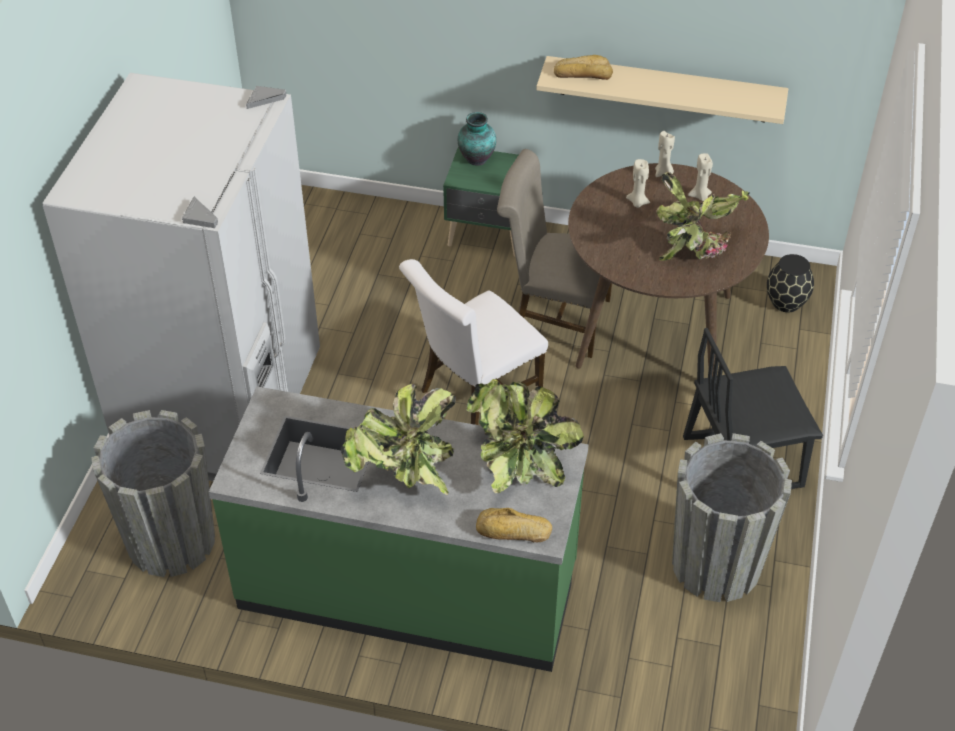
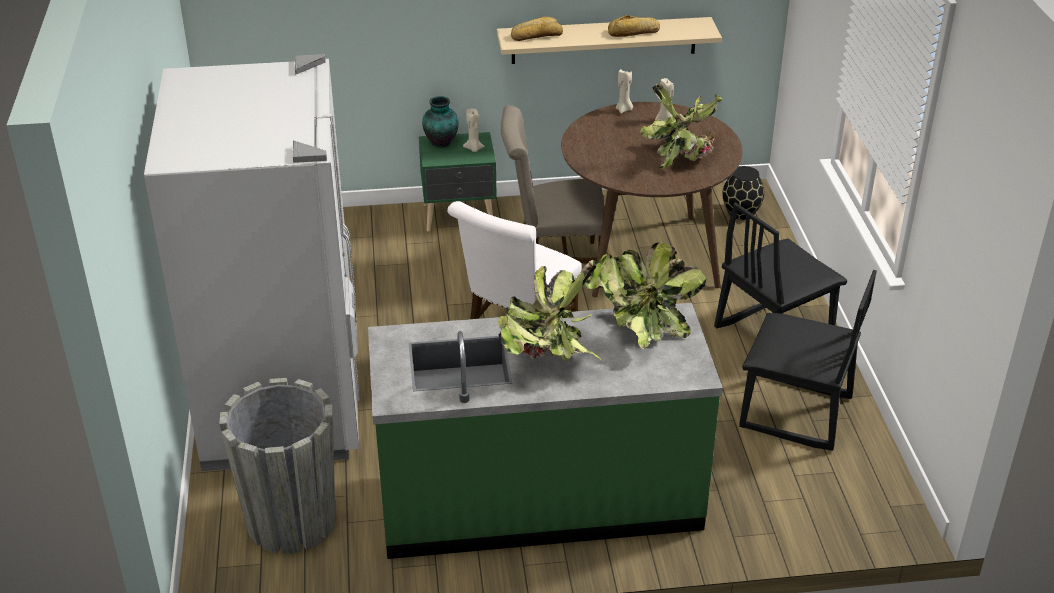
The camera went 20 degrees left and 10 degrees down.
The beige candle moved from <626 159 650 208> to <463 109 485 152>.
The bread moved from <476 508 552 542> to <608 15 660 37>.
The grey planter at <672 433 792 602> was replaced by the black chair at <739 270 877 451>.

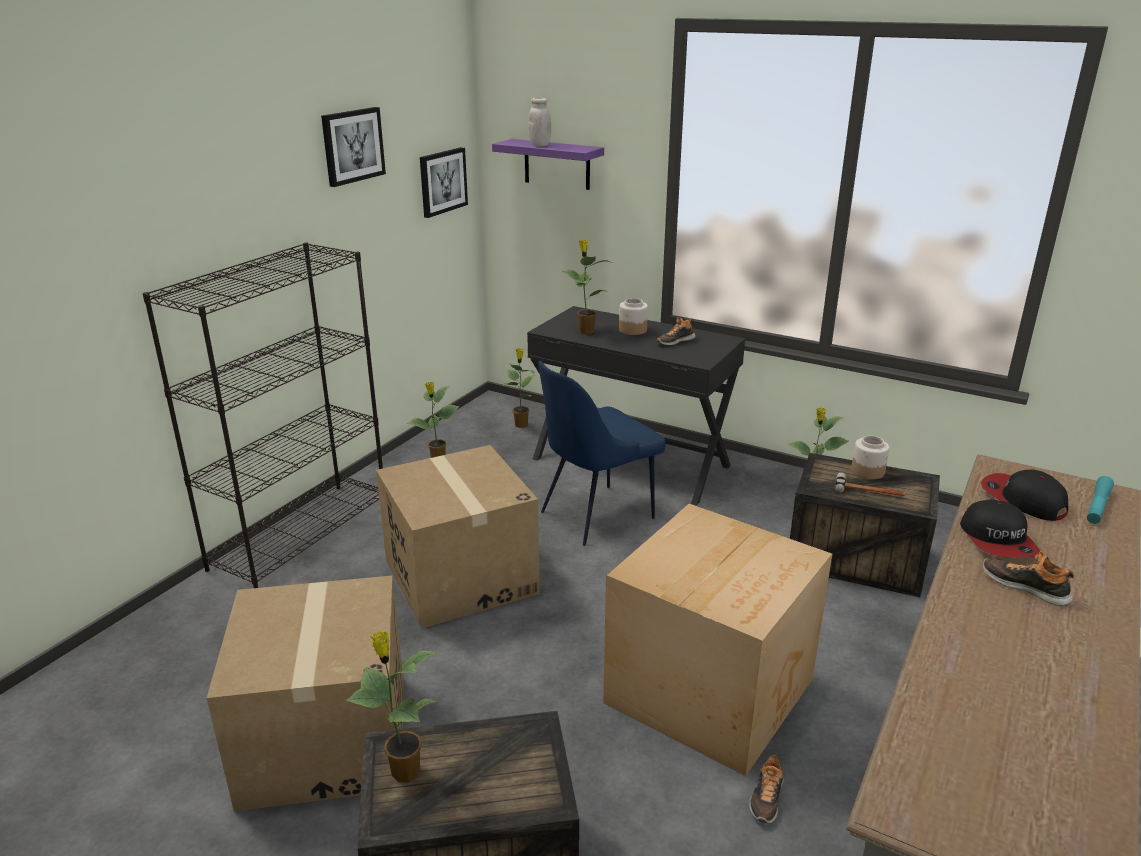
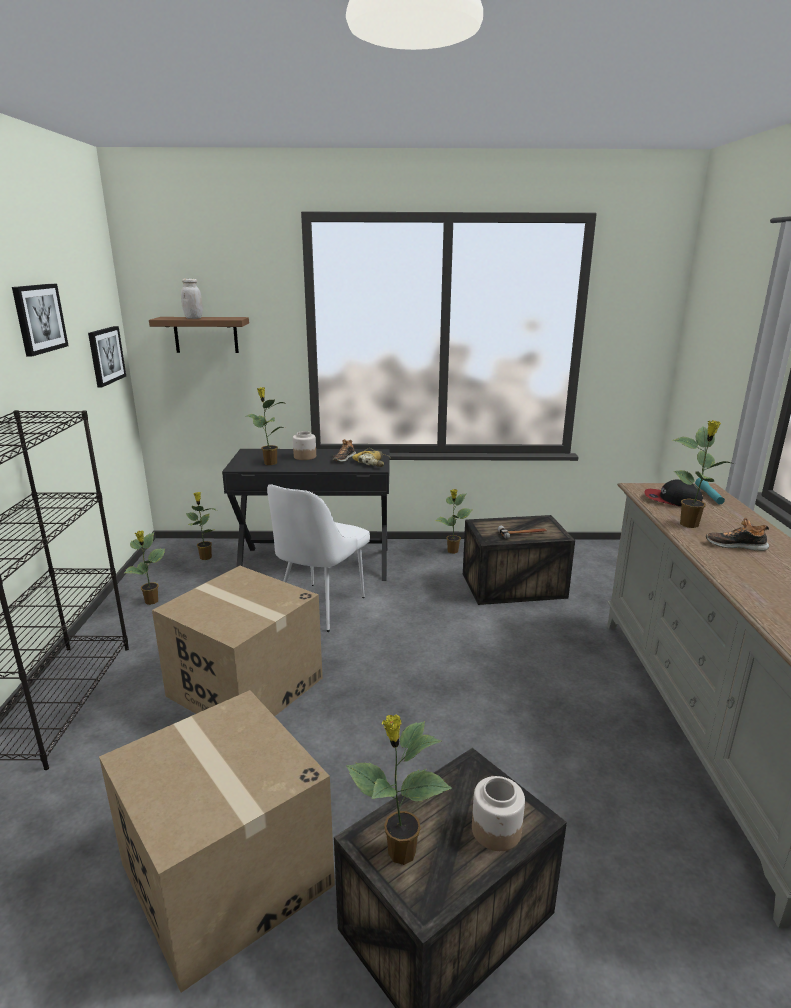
The camera went 30 degrees left and 5 degrees down.
The purple shelf at <492 139 604 190> became the brown shelf at <149 317 249 353>.
The blue chair at <538 361 666 546> became the white chair at <267 484 370 632>.
The power drill at <352 448 391 467> appeared.
The jar moved from <851 436 889 479> to <472 776 525 851>.
The cap at <960 500 1040 557> was replaced by the potted plant at <673 420 735 528>.
The cardboard box at <603 504 832 776> disappeared.
The shoe at <749 754 784 823> disappeared.

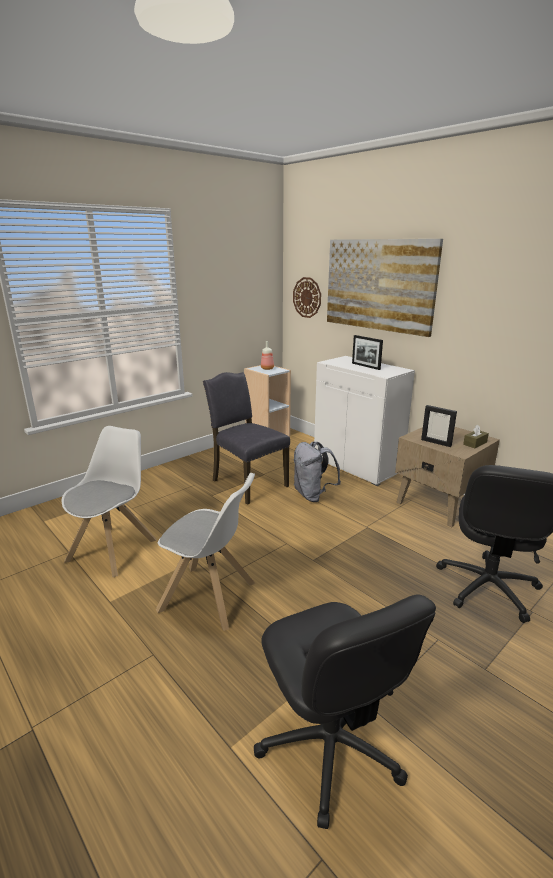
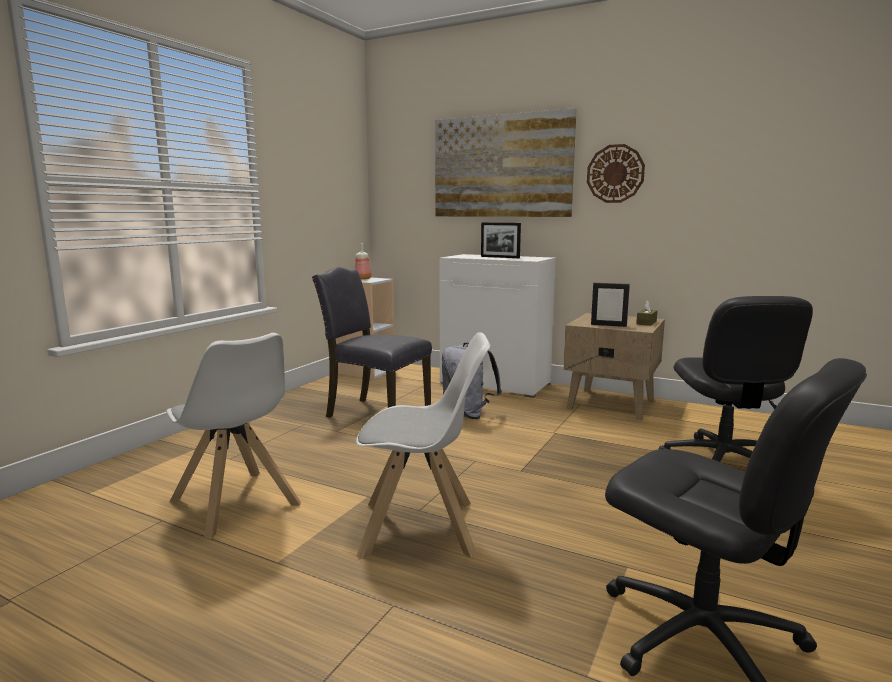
The camera went 20 degrees left and 10 degrees down.
The chair at <62 426 156 577> turned 135 degrees clockwise.
The wall clock moved from <293 277 321 318> to <587 144 645 203>.

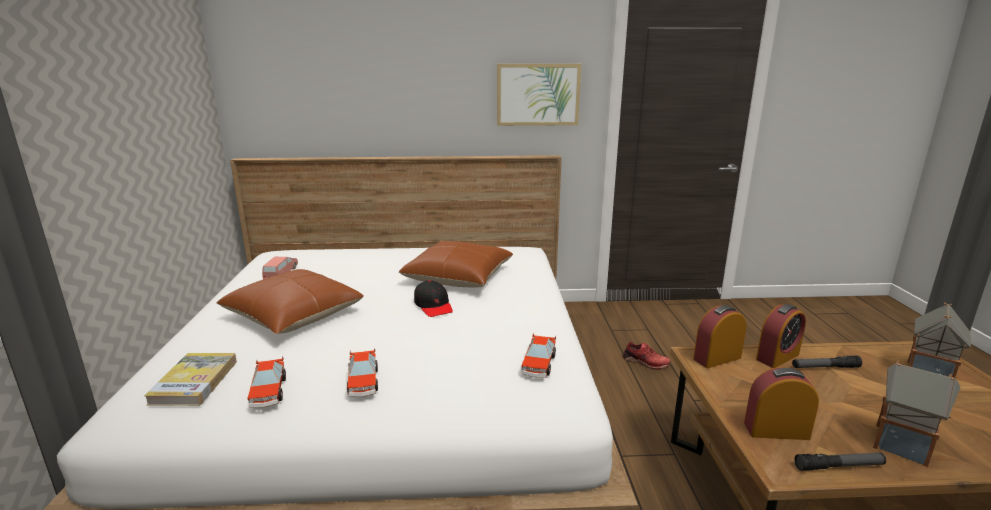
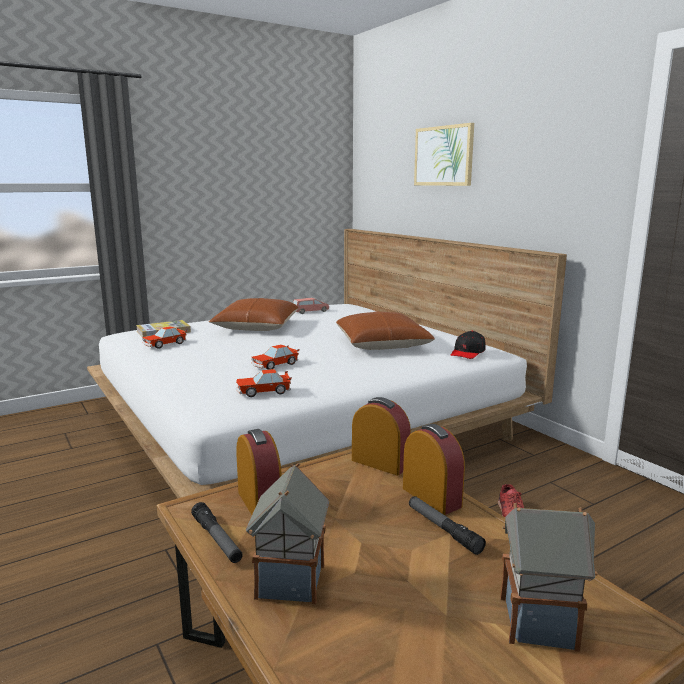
The camera went 60 degrees right and 5 degrees down.
The toy car moved from <347 348 378 397> to <251 344 299 370>.
The alarm clock at <756 304 806 368> turned 150 degrees counterclockwise.
The picture moved from <497 64 581 126> to <414 123 474 186>.
The black cap moved from <414 280 453 317> to <451 331 486 359>.

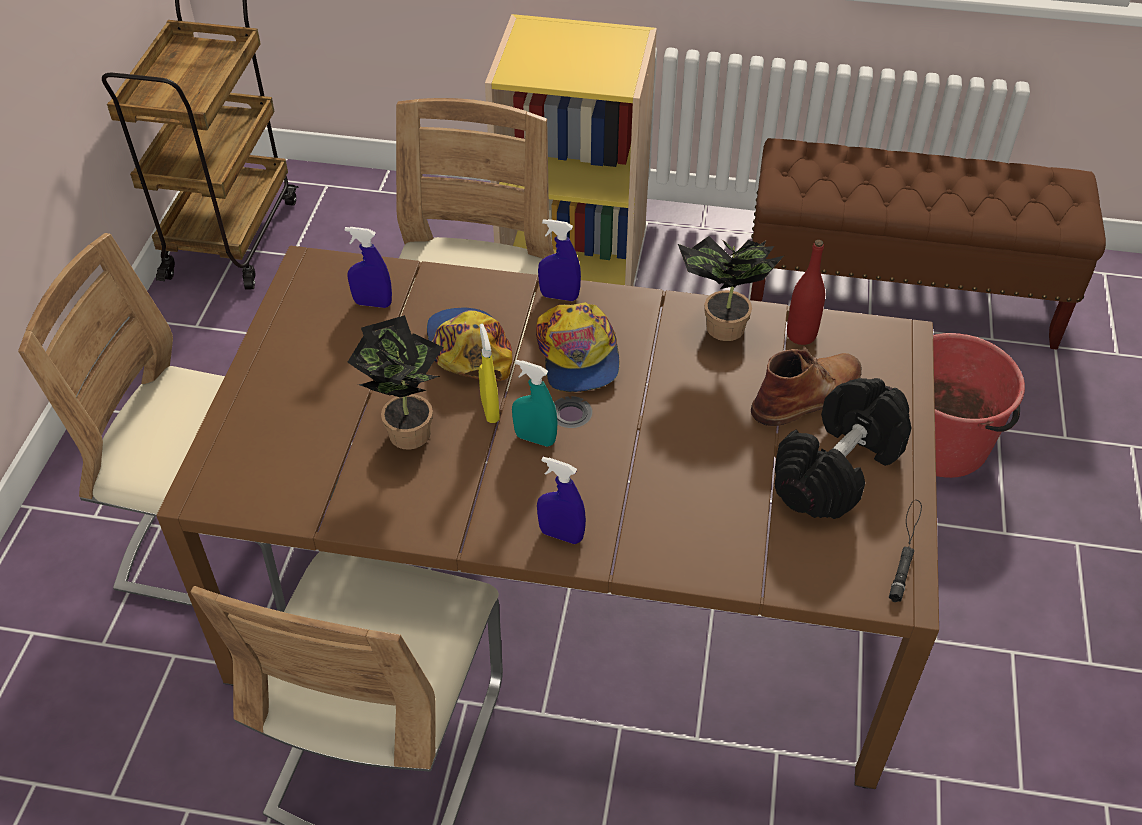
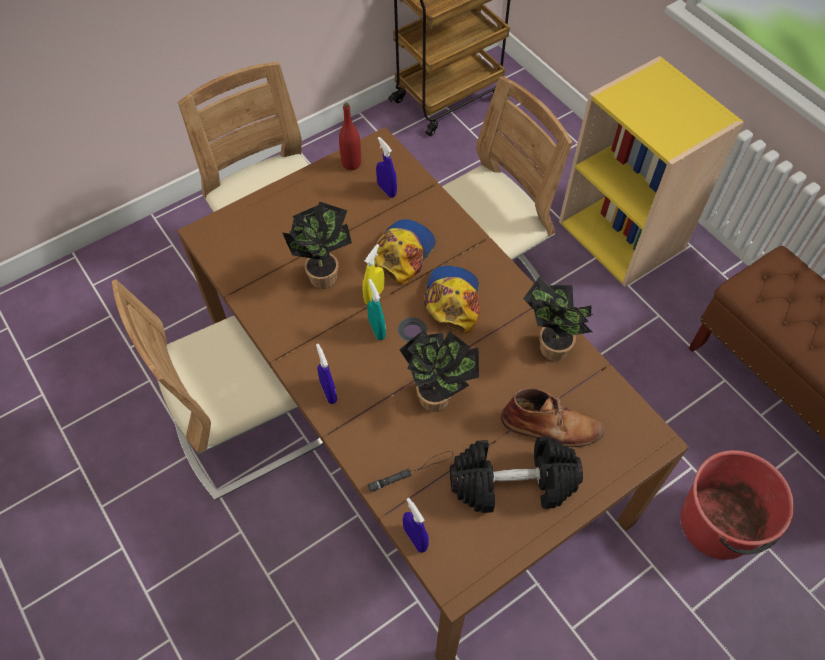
The camera went 45 degrees right and 10 degrees up.
The red bottle moved from <787 240 825 345> to <339 103 361 170>.
The black flashlight moved from <889 500 922 602> to <368 451 453 492>.
The potted plant at <399 330 479 412> appeared.
The blue spray bottle moved from <538 219 581 301> to <403 498 429 553>.
The cap at <536 302 619 392> turned 150 degrees clockwise.

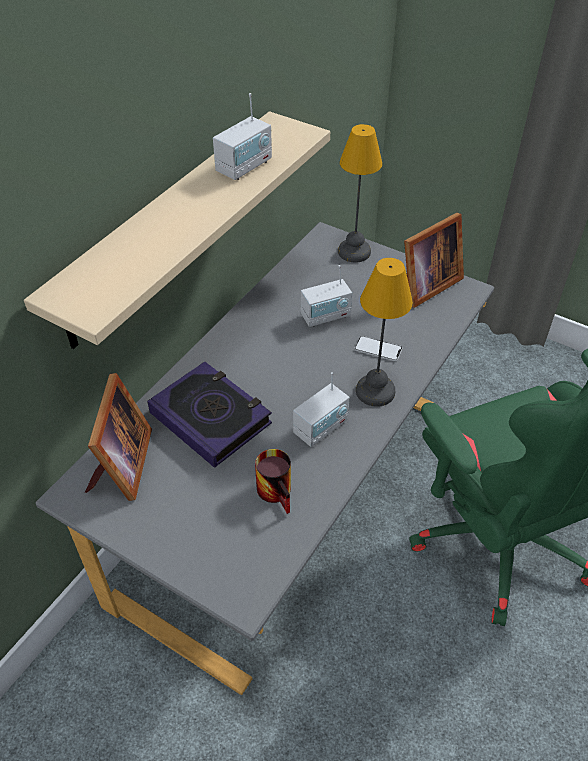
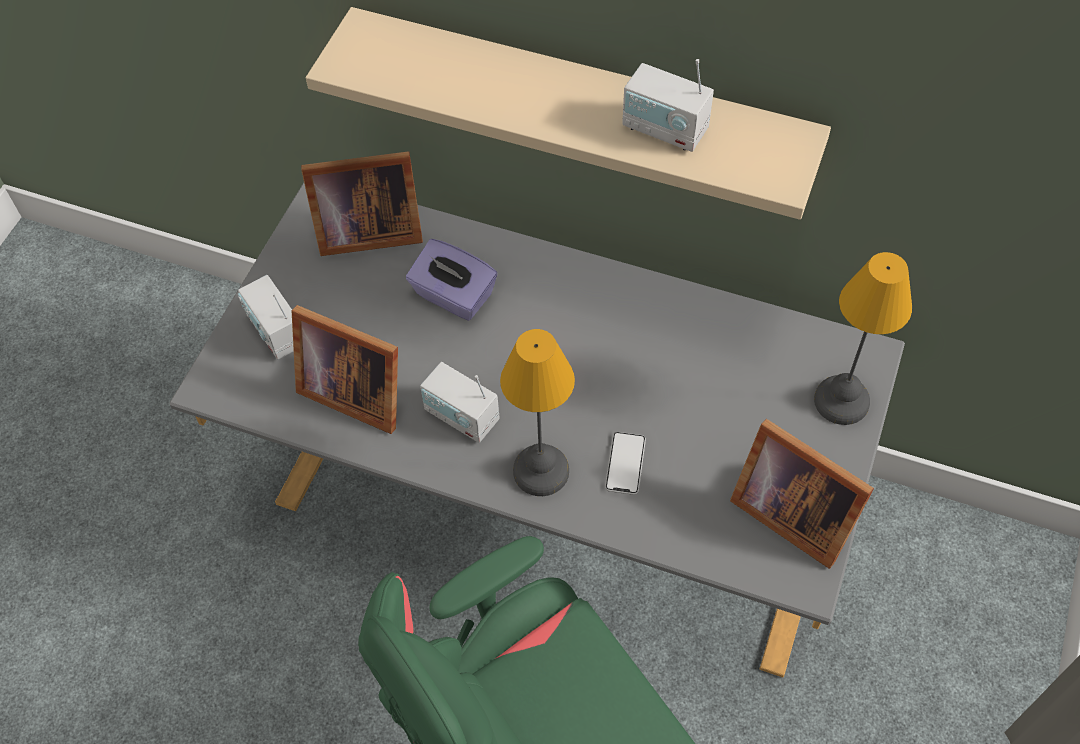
The camera went 80 degrees right and 10 degrees up.
The radio moved from <301 265 352 327> to <238 275 294 360>.
The mug at <255 449 291 514> was replaced by the picture frame at <292 305 398 434>.
The book at <147 362 272 468> was replaced by the purple tissue box at <406 239 497 321>.

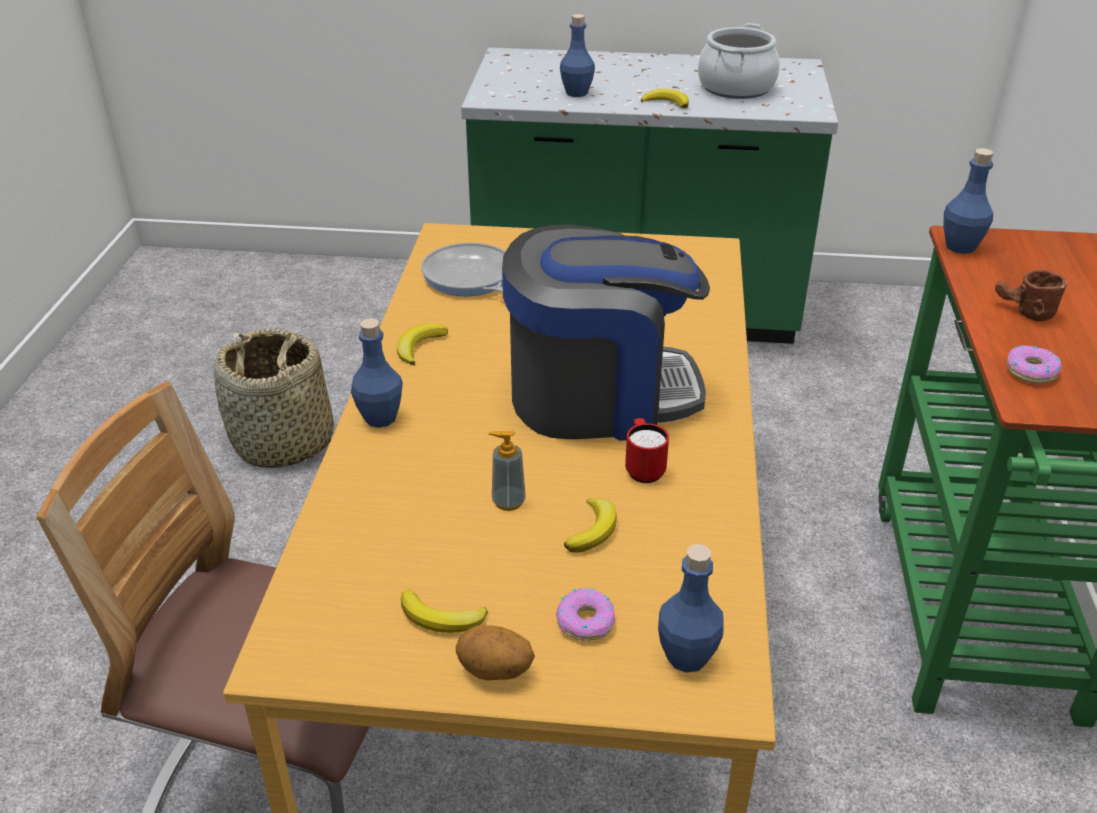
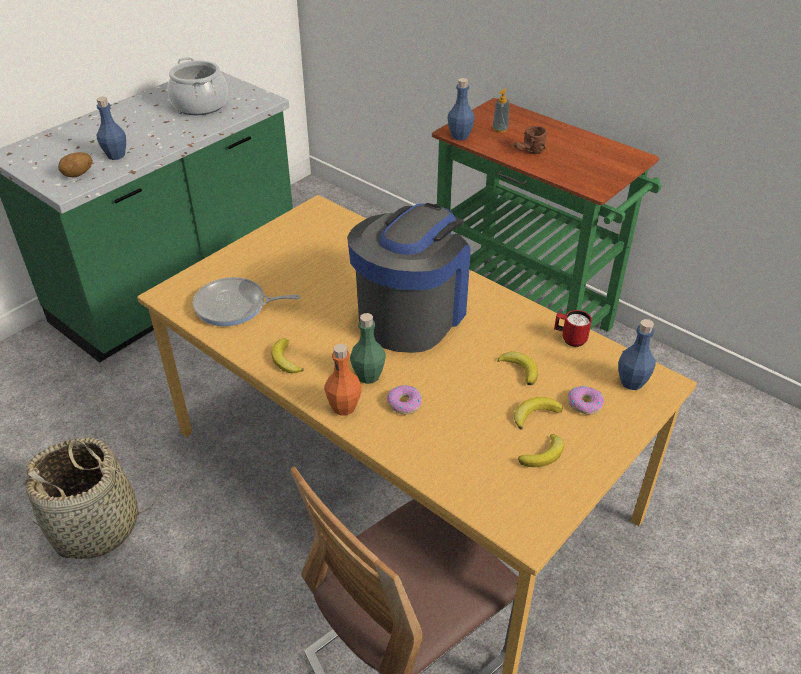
The camera went 55 degrees left and 5 degrees up.
The potato moved from <456 625 535 680> to <58 152 93 177>.
The blue bottle at <351 318 403 428> became the orange bottle at <324 344 362 416>.
The green bottle at <350 313 386 384> appeared.
The donut moved from <1007 345 1062 384> to <387 385 422 414>.
The soap dispenser moved from <489 431 526 511> to <492 89 509 133>.
The banana moved from <641 88 689 109> to <514 397 563 430>.
The red mug moved from <625 418 669 483> to <554 310 592 347>.

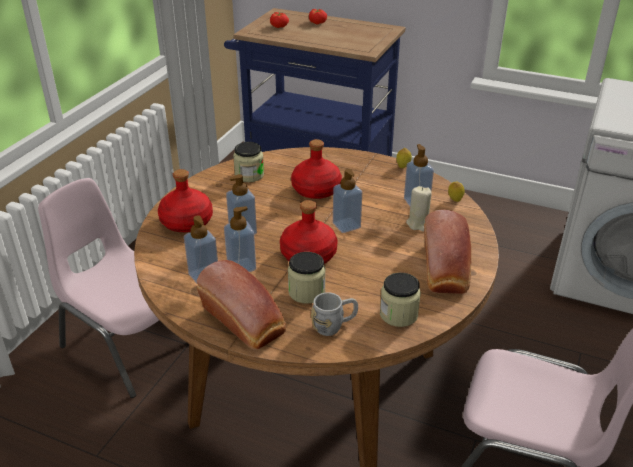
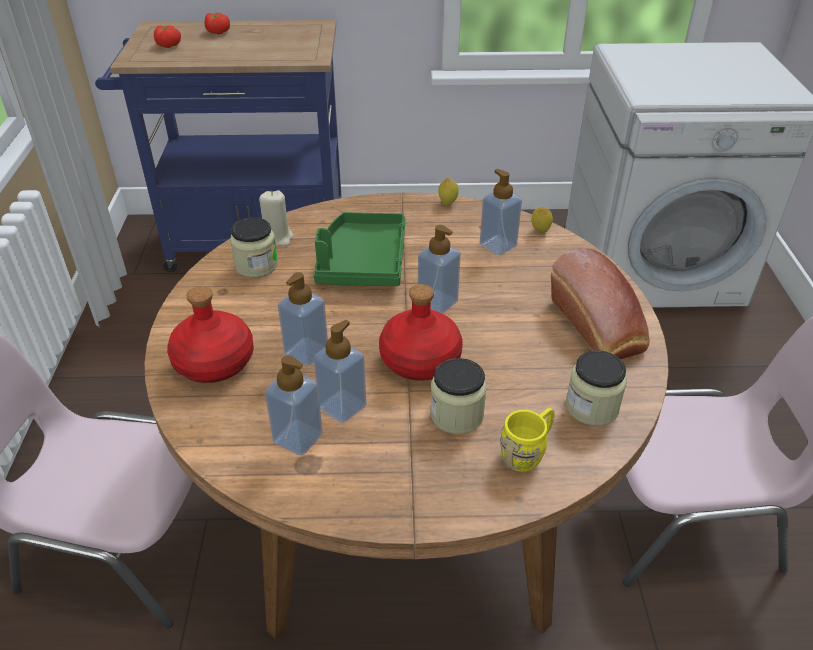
The camera went 25 degrees left and 5 degrees up.
The beige candle moved from <406 186 432 231> to <259 190 293 247>.
The red bottle at <291 139 342 199> was replaced by the green tray at <313 212 405 286>.
The grey mug at <311 292 358 336> became the yellow mug at <500 408 555 472>.
The bread at <197 260 286 350> disappeared.

